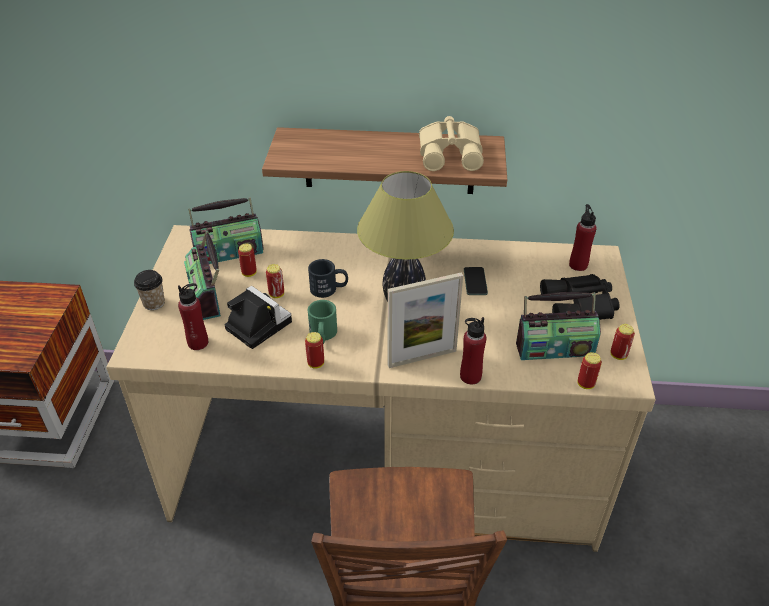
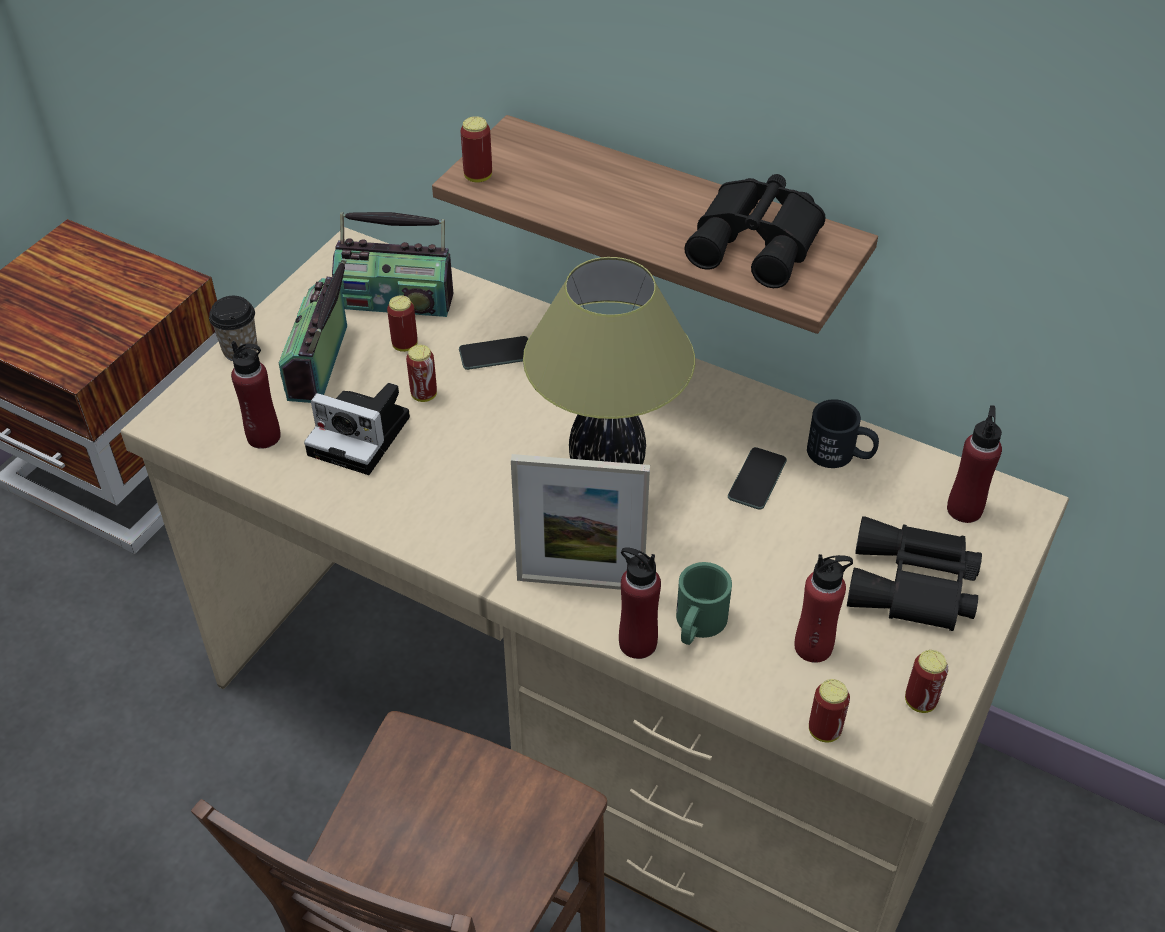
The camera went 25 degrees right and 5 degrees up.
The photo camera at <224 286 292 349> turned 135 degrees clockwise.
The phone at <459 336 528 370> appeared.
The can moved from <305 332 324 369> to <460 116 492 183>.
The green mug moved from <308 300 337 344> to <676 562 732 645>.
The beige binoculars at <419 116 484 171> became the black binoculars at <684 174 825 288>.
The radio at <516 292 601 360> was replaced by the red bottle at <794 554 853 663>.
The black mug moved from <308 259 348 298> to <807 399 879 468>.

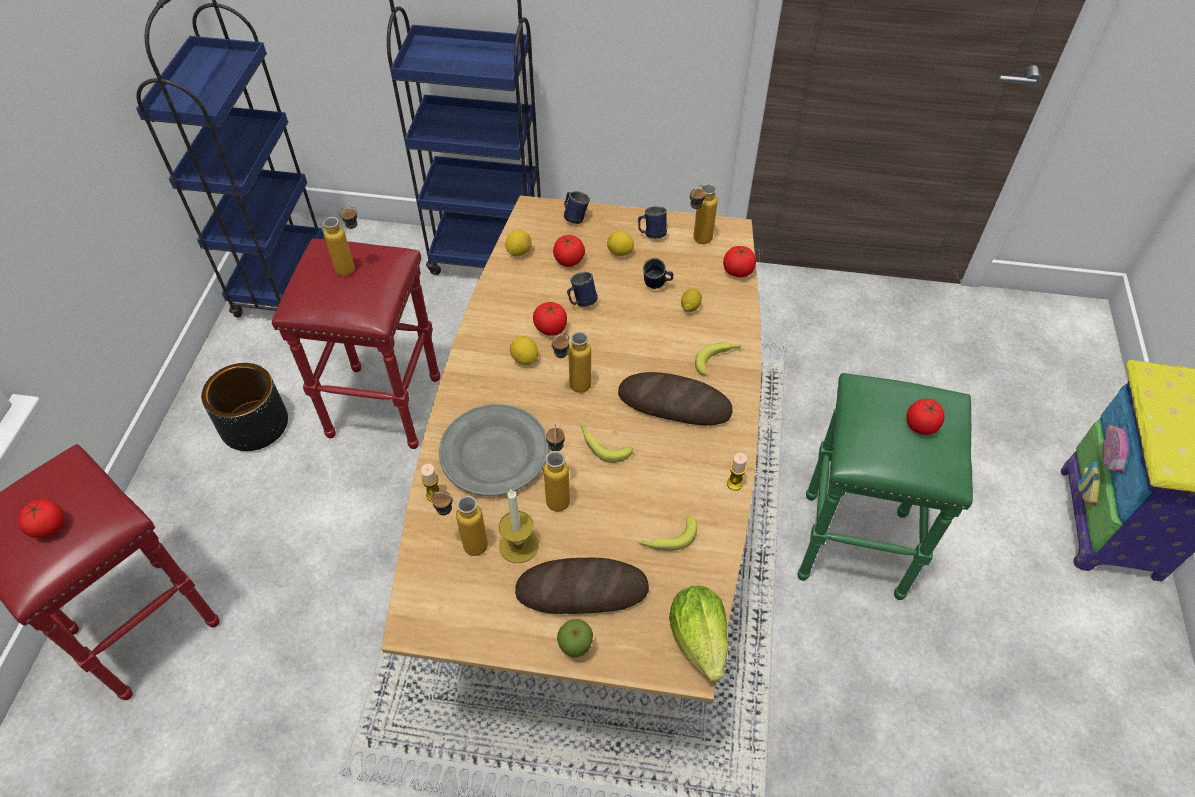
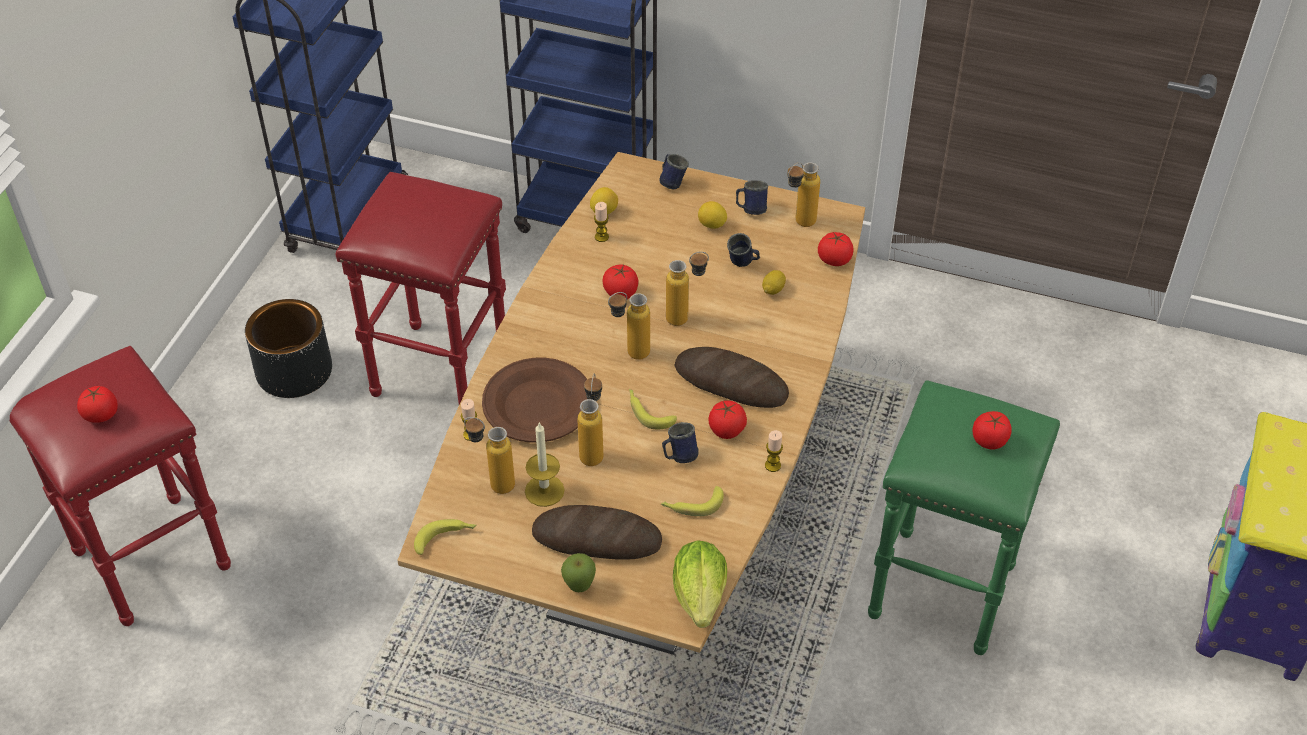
The camera went 10 degrees right and 5 degrees down.
The banana moved from <695 342 742 375> to <414 519 477 555>.
The grey plate at <439 404 549 496> became the brown plate at <482 358 587 443>.
The candle at <594 202 609 242> appeared.
The blue mug moved from <567 272 598 307> to <662 422 699 463>.
The bottle moved from <323 206 358 276> to <666 252 709 326>.
The tomato moved from <553 235 585 267> to <708 400 747 439>.
The lemon at <510 336 538 365> disappeared.

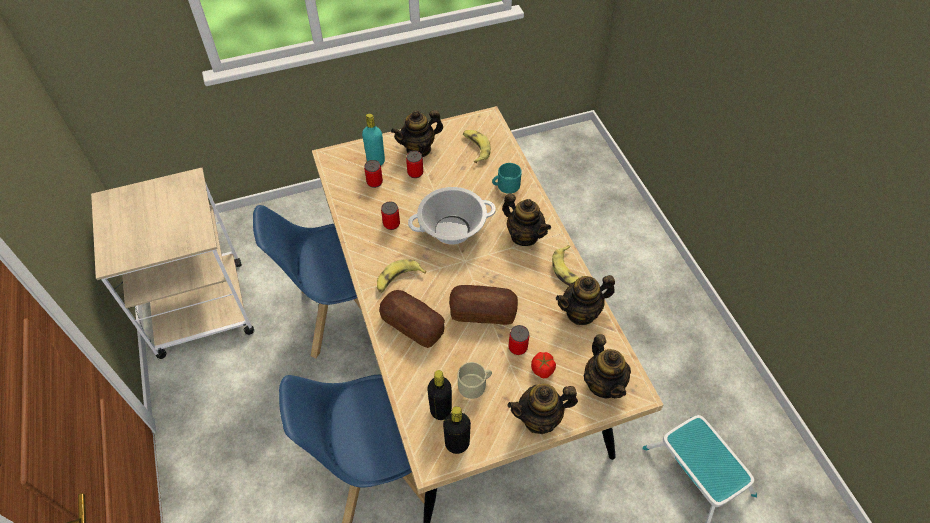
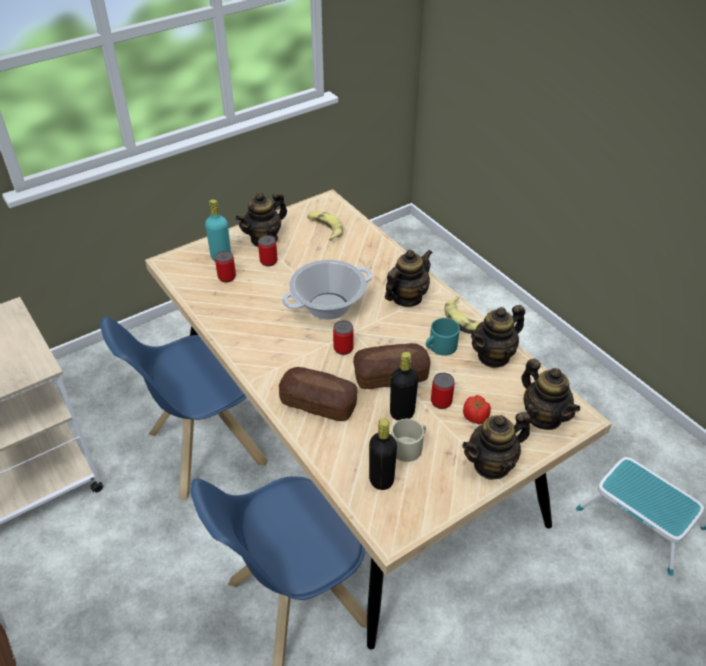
The camera went 15 degrees left and 10 degrees down.
The can moved from <381 202 400 230> to <333 320 354 355>.
The teapot at <502 193 551 246> turned 75 degrees counterclockwise.
The black bottle moved from <443 406 471 454> to <390 352 418 421>.
The turquoise mug moved from <492 163 522 194> to <426 318 460 356>.
The banana at <377 259 426 293> disappeared.

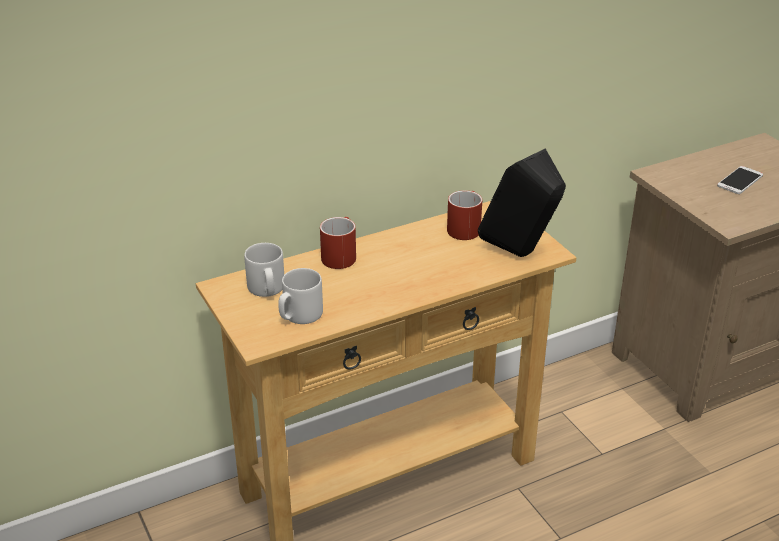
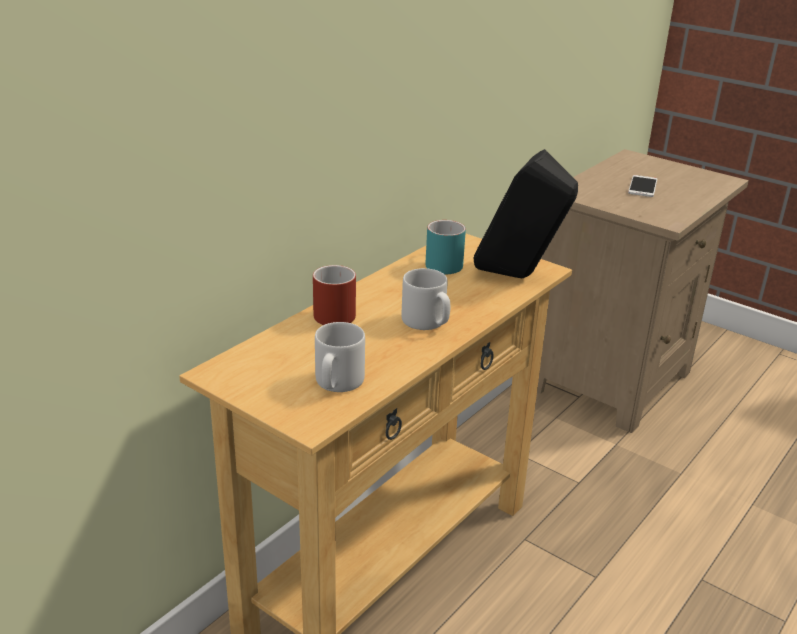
The camera went 25 degrees left and 5 degrees down.
The grey mug moved from <244 243 284 297> to <401 268 450 330>.
The red mug at <447 190 482 240> became the turquoise mug at <425 220 466 274>.

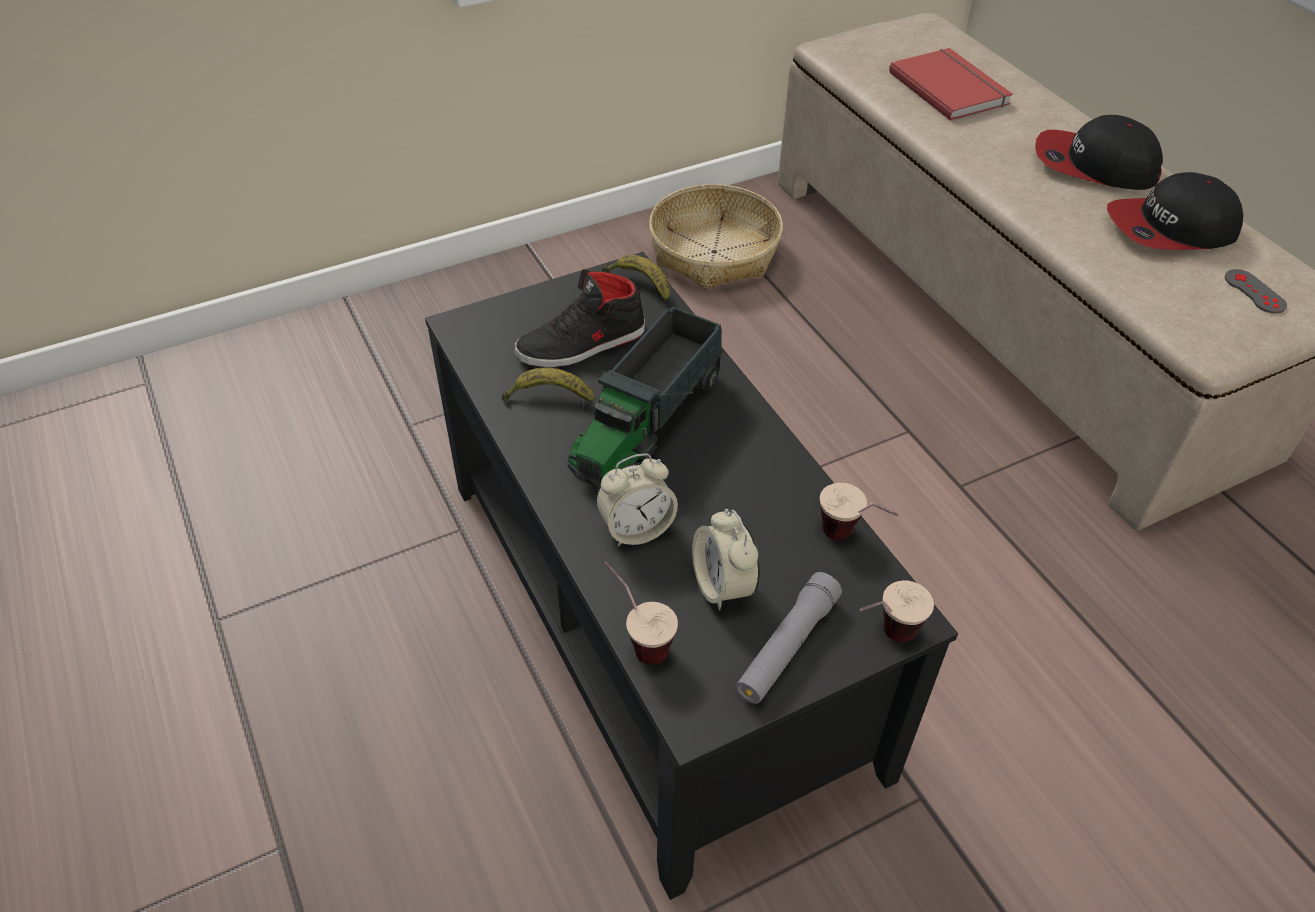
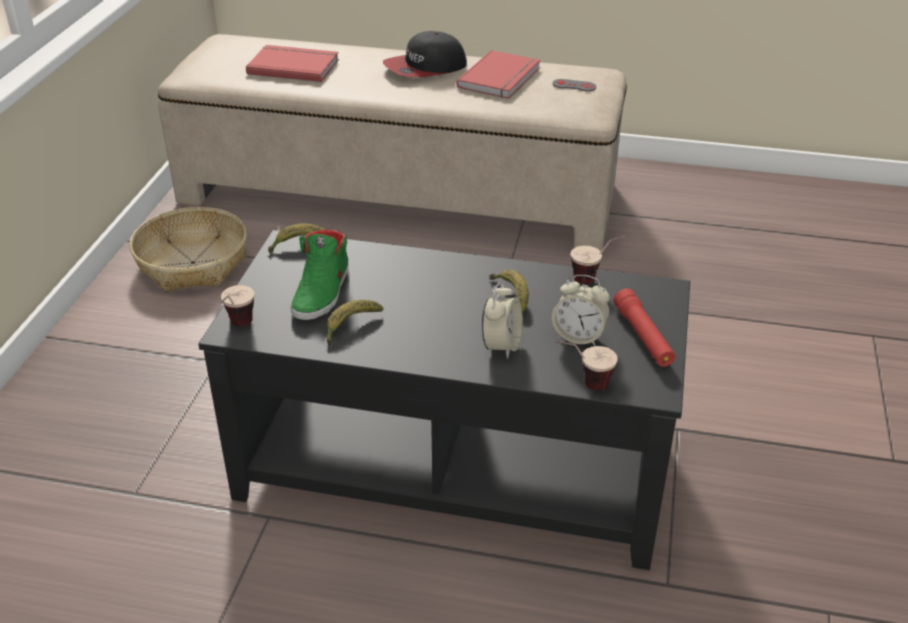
The camera went 50 degrees left and 10 degrees down.
The cup moved from <859 580 934 642> to <220 285 254 327>.
The black shoe at <515 269 645 368> became the green shoe at <291 229 349 320>.
The cap at <1107 172 1243 250> was replaced by the red book at <457 50 541 99>.
The banana at <489 269 529 313> appeared.
The grey flashlight at <736 572 842 704> became the red flashlight at <614 288 675 367>.
The toy truck at <567 306 723 488> disappeared.

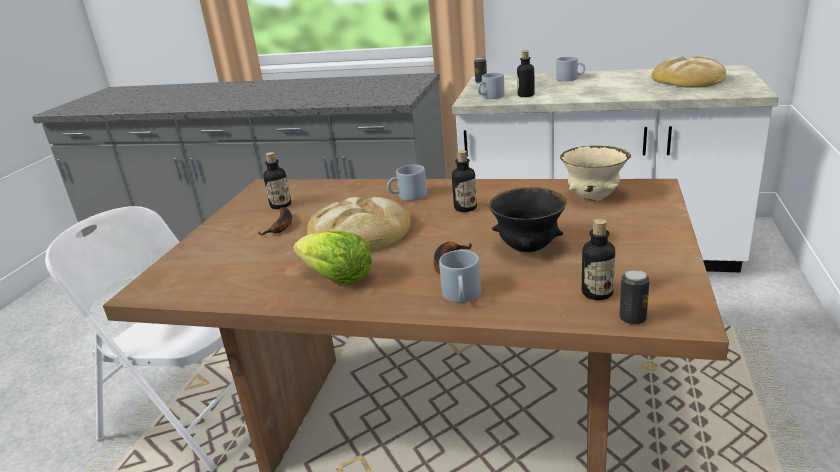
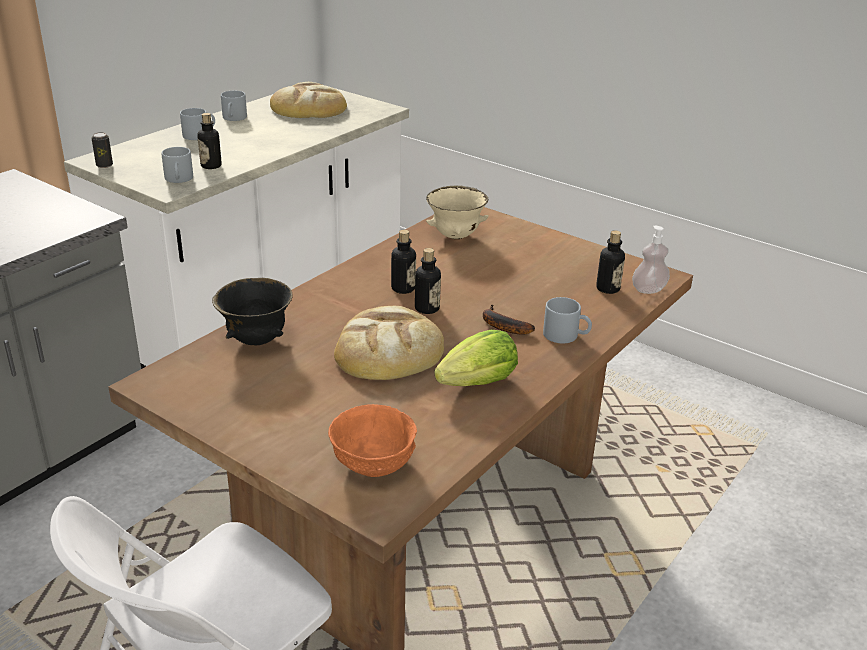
The camera went 70 degrees left and 5 degrees up.
The black bowl moved from <487 187 567 252> to <212 278 293 345>.
The grey mug moved from <387 165 427 201> to <221 91 247 121>.
The orange bowl at <328 404 417 477> appeared.
The bottle moved from <264 152 291 209> to <415 248 441 314>.
The can at <619 269 650 325> was replaced by the soap dispenser at <632 225 670 294>.
The banana at <257 207 292 235> disappeared.

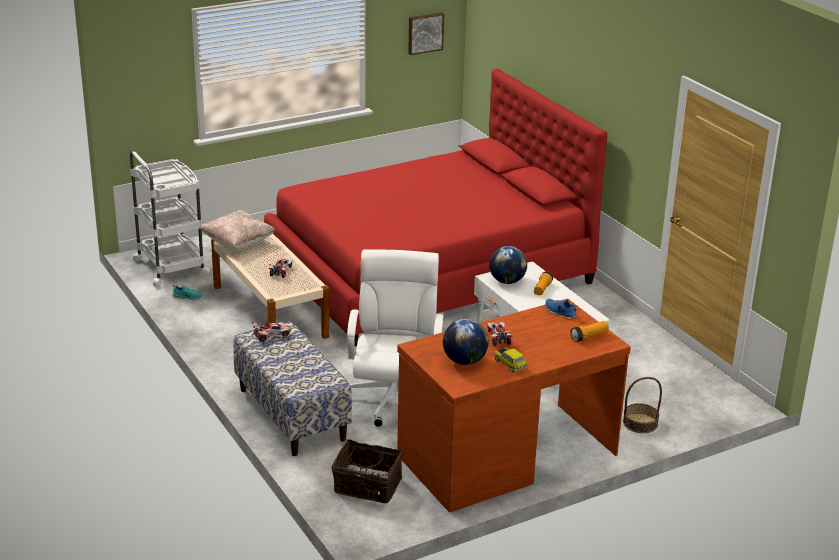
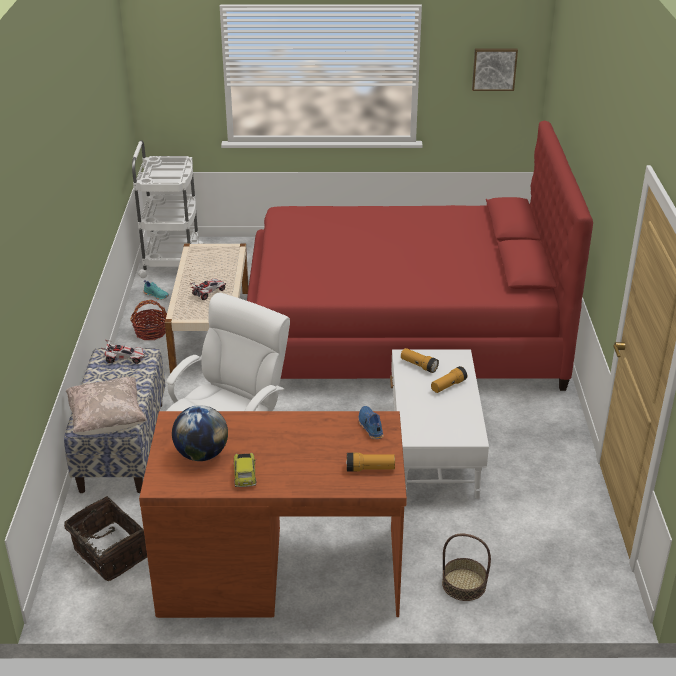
The camera went 30 degrees right and 5 degrees up.
The beige pillow moved from <199 210 276 250> to <66 377 146 435>.
The basket at <130 300 167 340> appeared.
The globe at <489 246 527 284> was replaced by the flashlight at <401 348 439 373>.
The toy car at <487 322 513 346> disappeared.

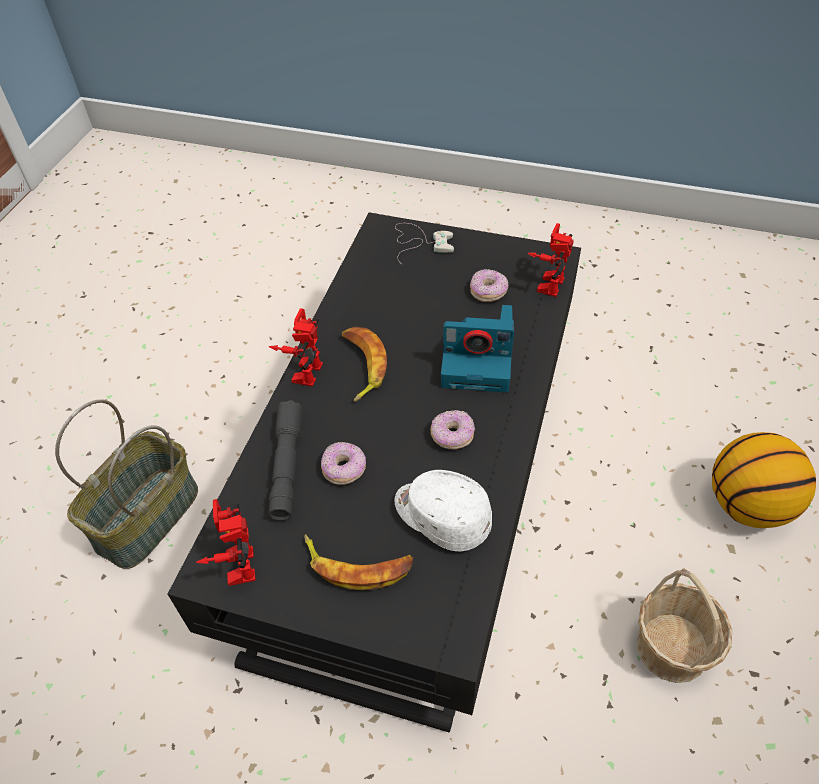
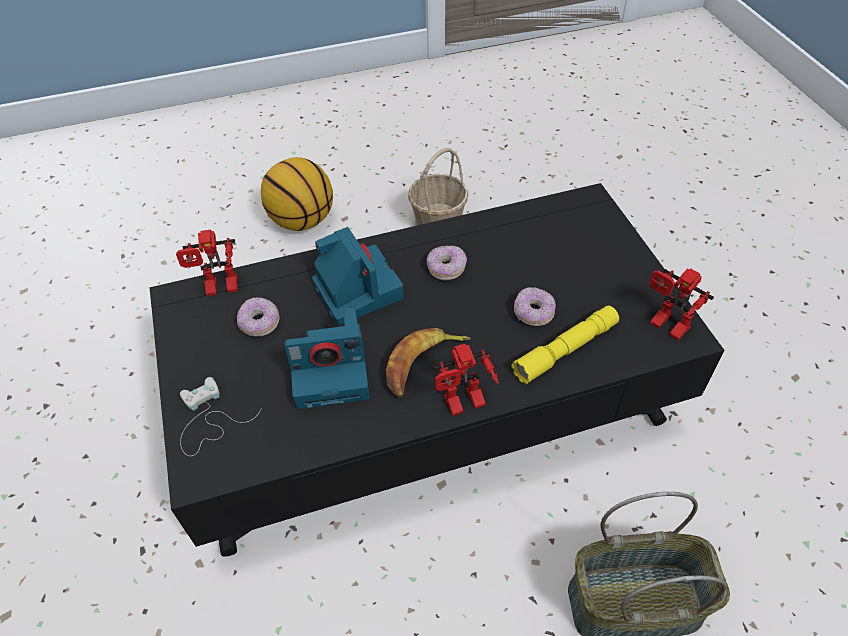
The camera went 125 degrees left and 0 degrees up.
The photo camera at <285 307 369 409> appeared.
The grey flashlight at <268 400 302 521> became the yellow flashlight at <511 306 619 384>.
The toy robot at <196 499 256 586> turned 90 degrees clockwise.
The banana at <304 534 413 590> disappeared.
The white cap at <394 470 492 551> disappeared.

